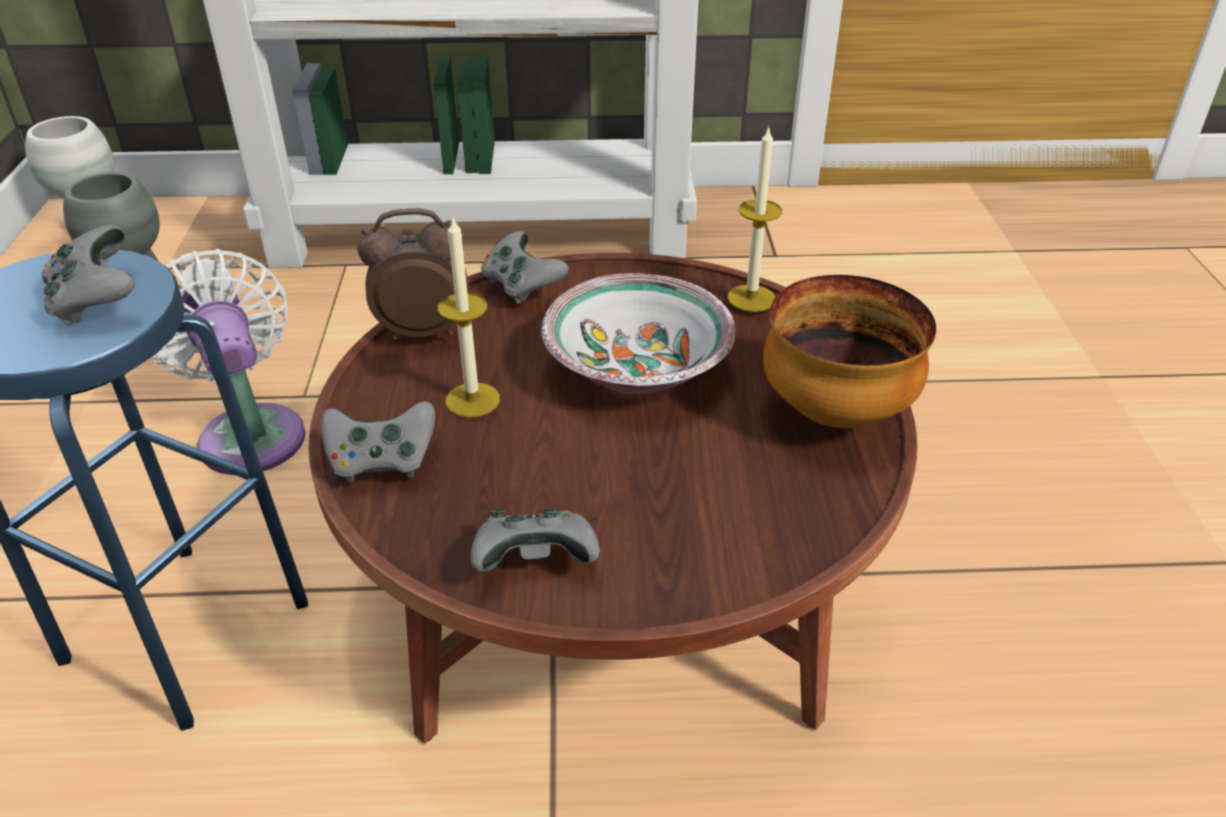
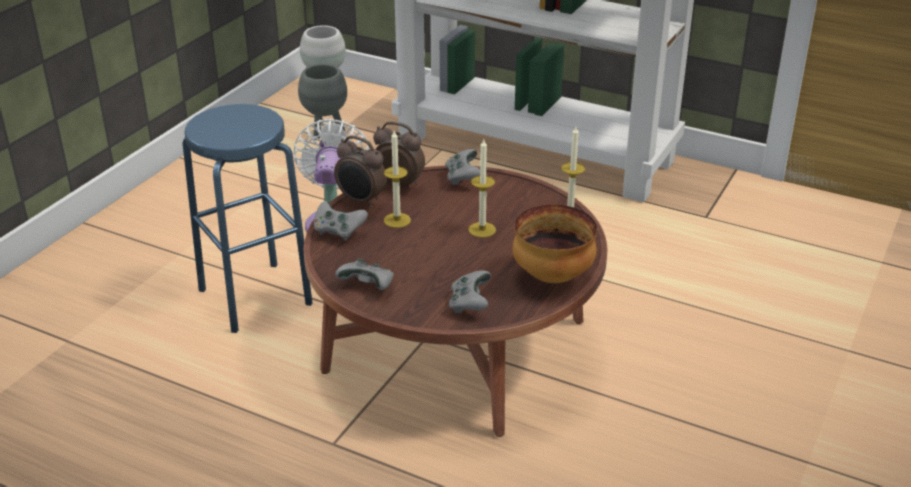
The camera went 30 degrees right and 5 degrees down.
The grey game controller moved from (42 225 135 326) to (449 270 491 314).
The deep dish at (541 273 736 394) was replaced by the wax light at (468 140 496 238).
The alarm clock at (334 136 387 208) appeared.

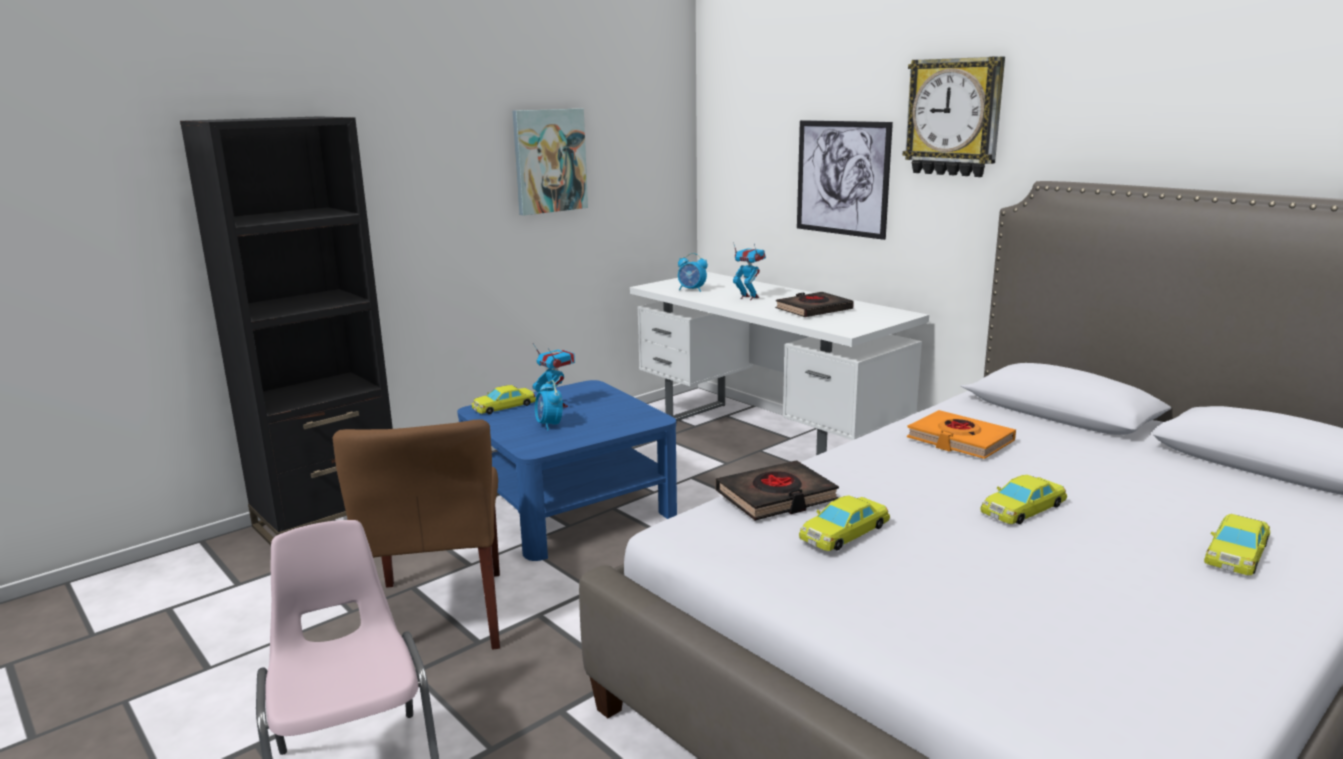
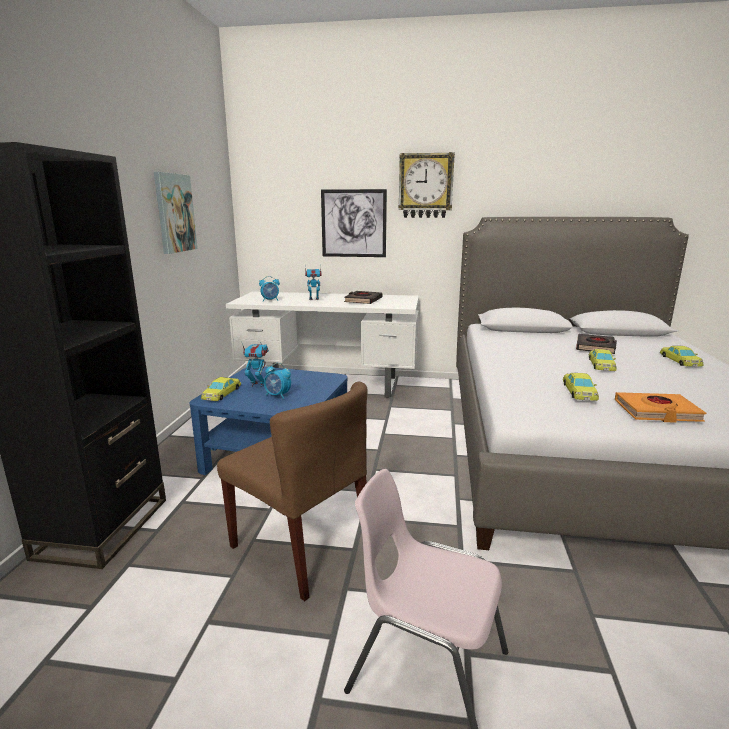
The camera went 40 degrees left and 0 degrees up.
The blackish bound book moved from (716 460 839 521) to (576 334 617 354).
The orangey bound book moved from (907 410 1016 459) to (615 392 706 423).

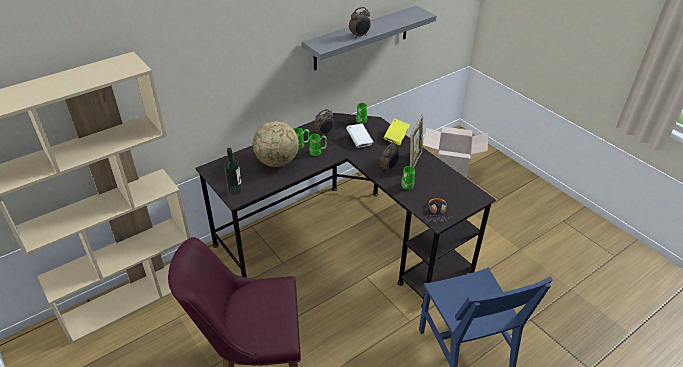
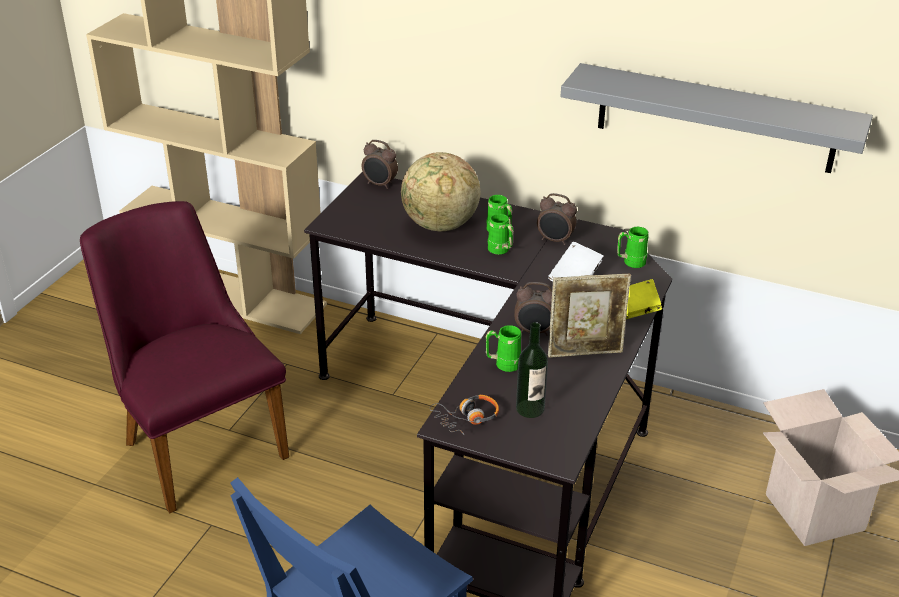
The camera went 60 degrees right and 5 degrees down.
The bottle moved from (224 148 242 195) to (516 322 548 418).
The alarm clock moved from (349 7 371 39) to (362 140 398 189).

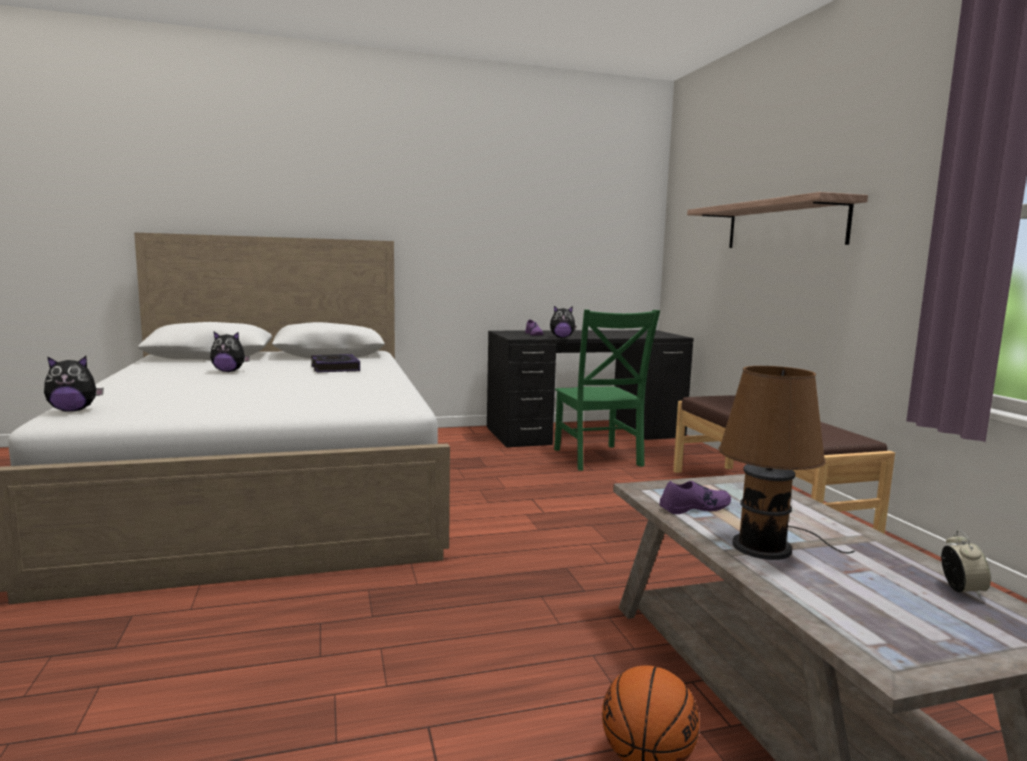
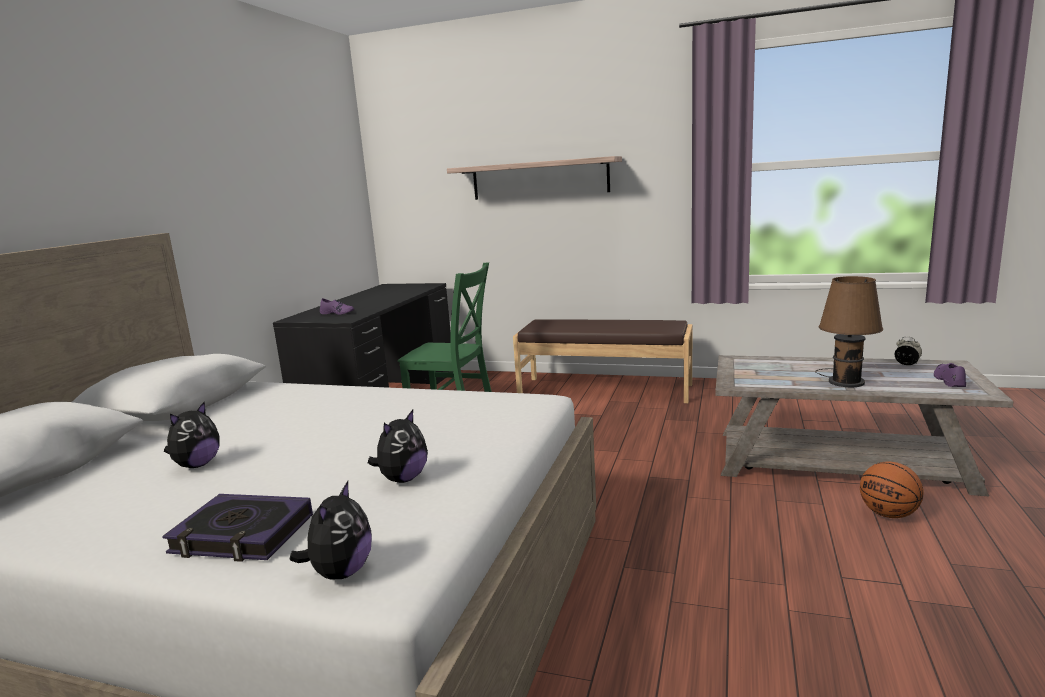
The camera went 55 degrees left and 5 degrees up.
The bound book moved from (311 354 360 373) to (162 494 313 562).
The cuddly toy moved from (550 306 576 338) to (368 410 428 483).
The purple-coloured shoe moved from (660 481 731 514) to (934 363 966 387).

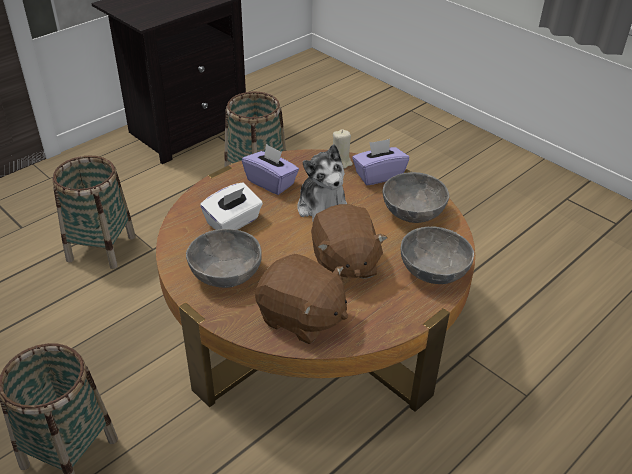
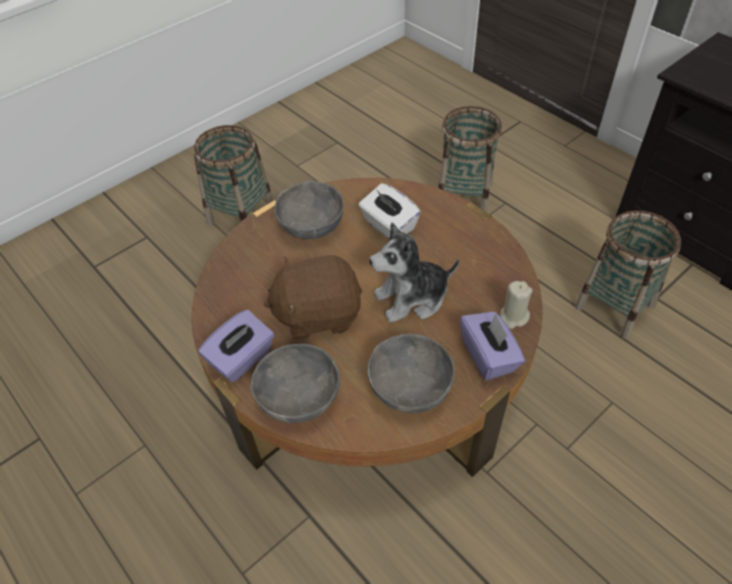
The camera went 95 degrees right and 10 degrees up.
The purple-coloured tissue box moved from (242 144 299 195) to (198 309 274 382).
The brownish cuddly toy at (255 254 348 344) disappeared.

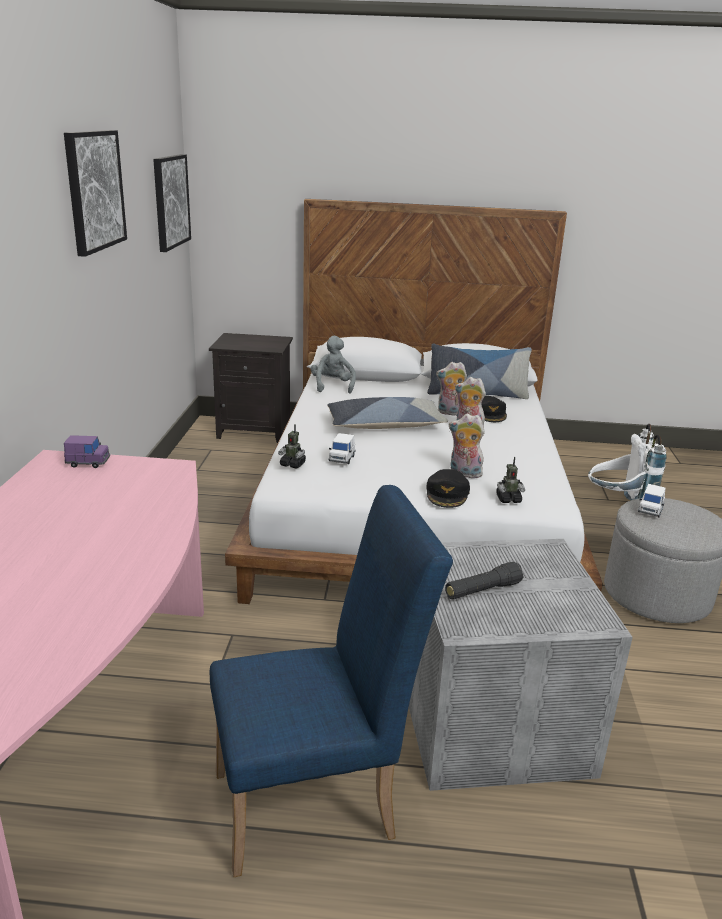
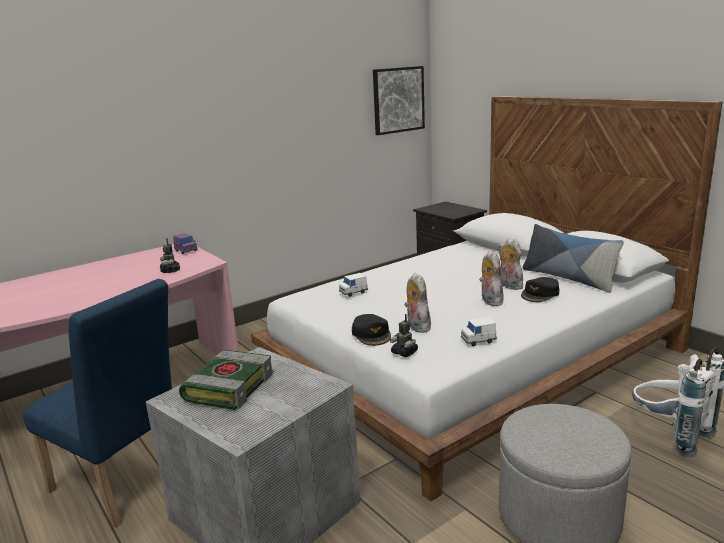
The camera went 50 degrees right and 5 degrees down.
The wall picture at (64 130 127 257) disappeared.
The toy robot moved from (278 424 306 469) to (160 238 180 273).
The grey cuddly toy at (311 336 356 394) disappeared.
The throw pillow at (327 397 448 429) disappeared.
The blackish cap at (426 469 470 508) turned 75 degrees counterclockwise.
The blackish flashlight at (445 562 524 599) was replaced by the bound book at (179 350 273 410).
The white model car moved from (638 484 666 517) to (461 317 497 346).

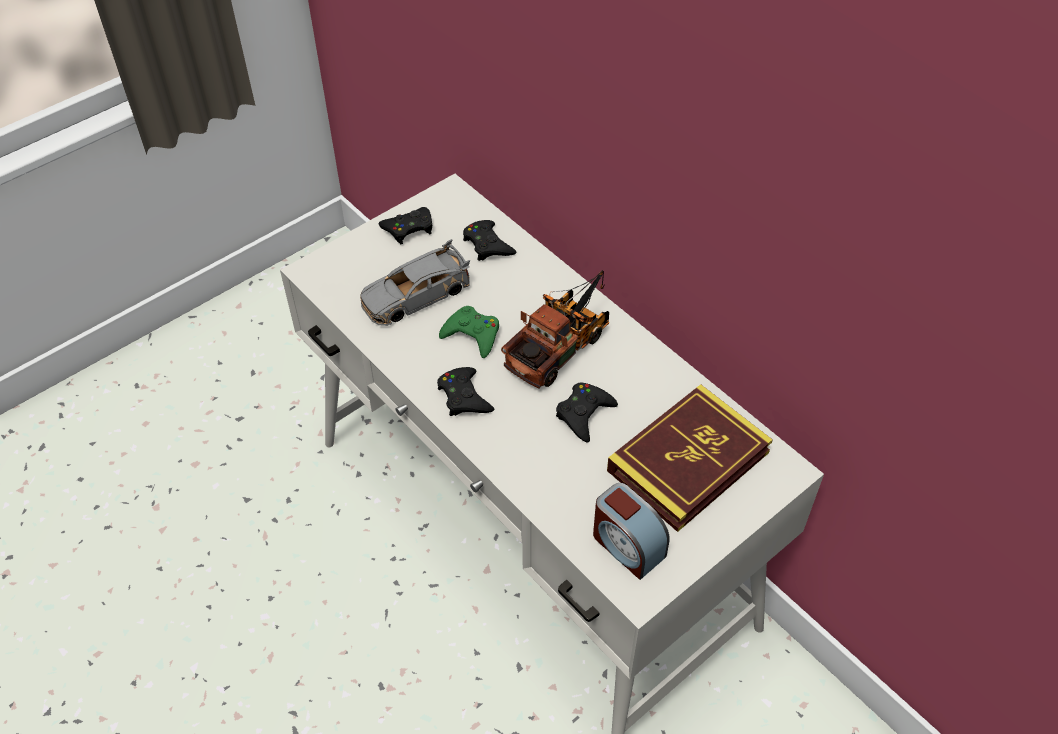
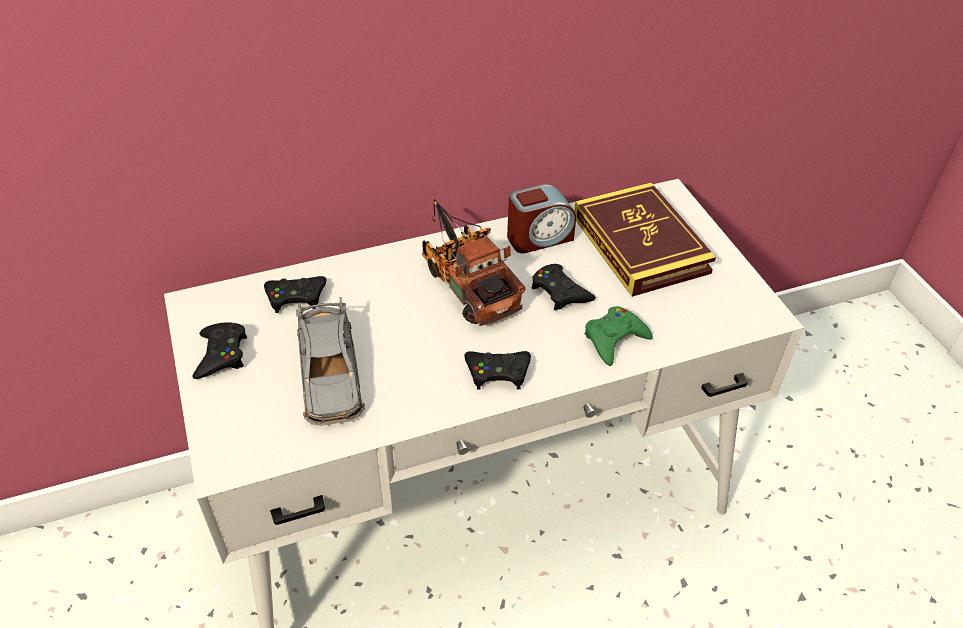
The camera went 70 degrees left and 5 degrees down.
The greenish game controller moved from (439 306 499 358) to (585 306 653 366).
The alarm clock moved from (593 483 670 580) to (507 184 576 254).

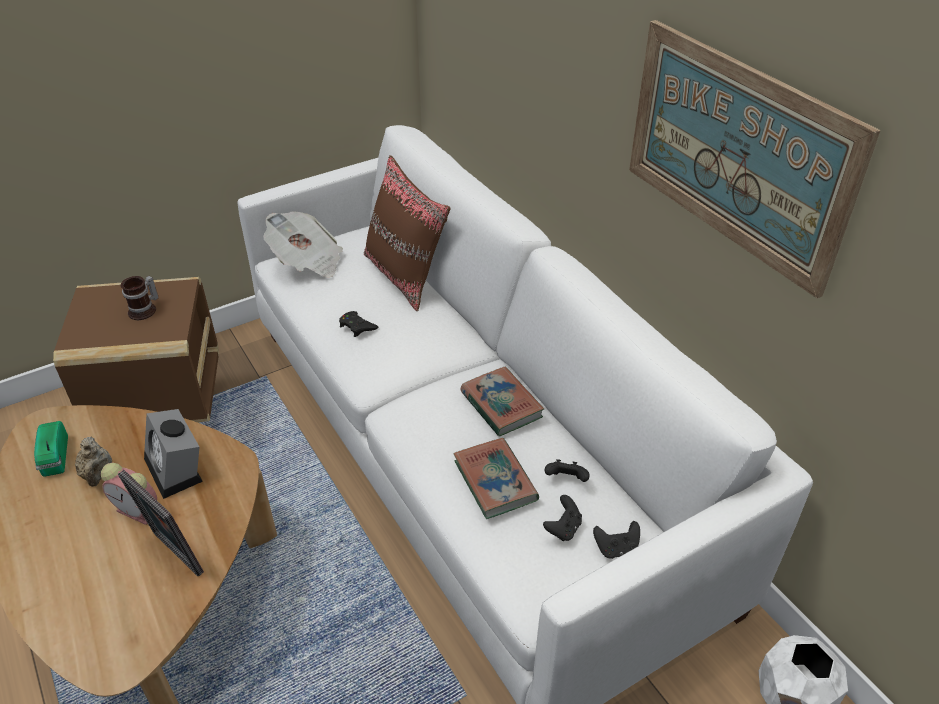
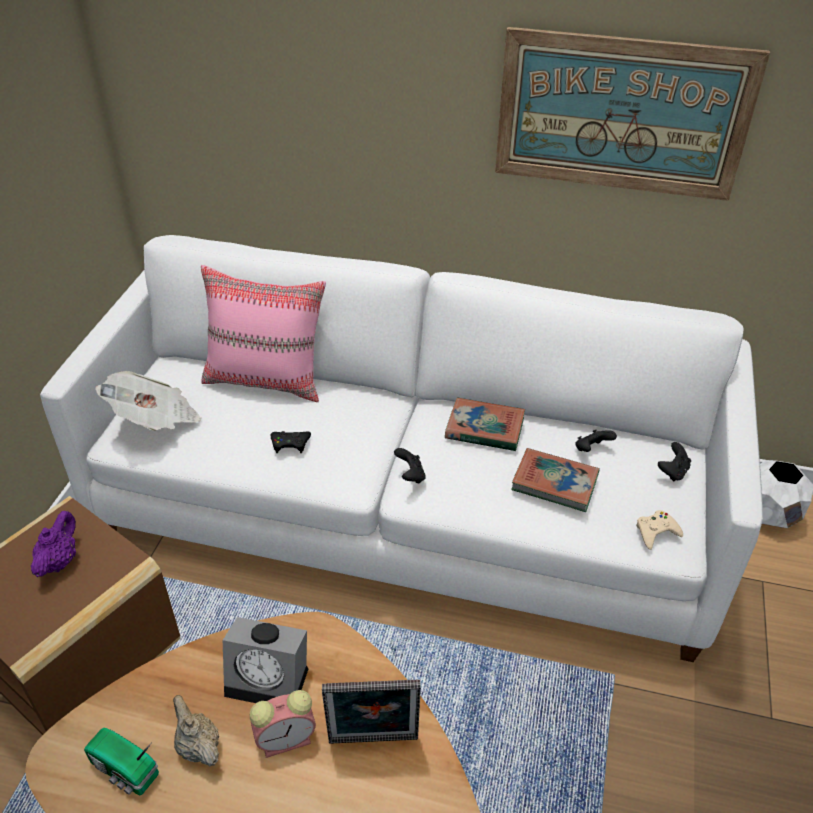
The camera went 45 degrees left and 0 degrees up.
The sand-coloured teapot at (75 437 112 487) turned 150 degrees counterclockwise.
The coffee mug at (121 276 159 320) was replaced by the purple-coloured teapot at (31 511 76 577).
The brownish throw pillow at (364 155 451 311) became the pink throw pillow at (201 265 326 402).
The blackish game controller moved from (543 495 582 541) to (394 448 426 483).
The sand-coloured game controller at (636 510 683 550) appeared.

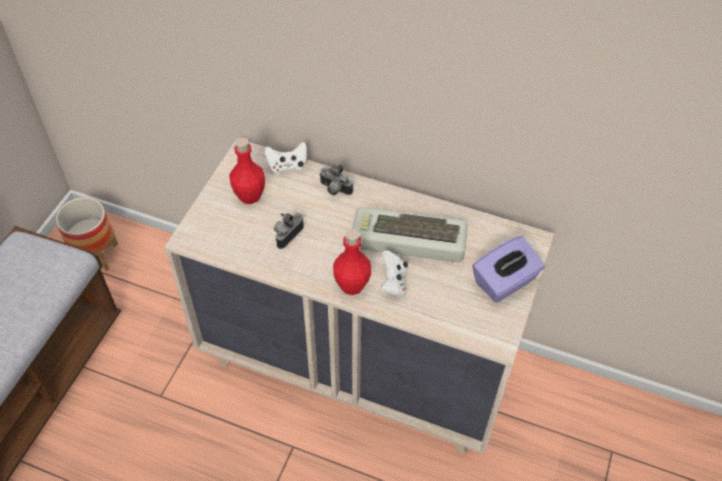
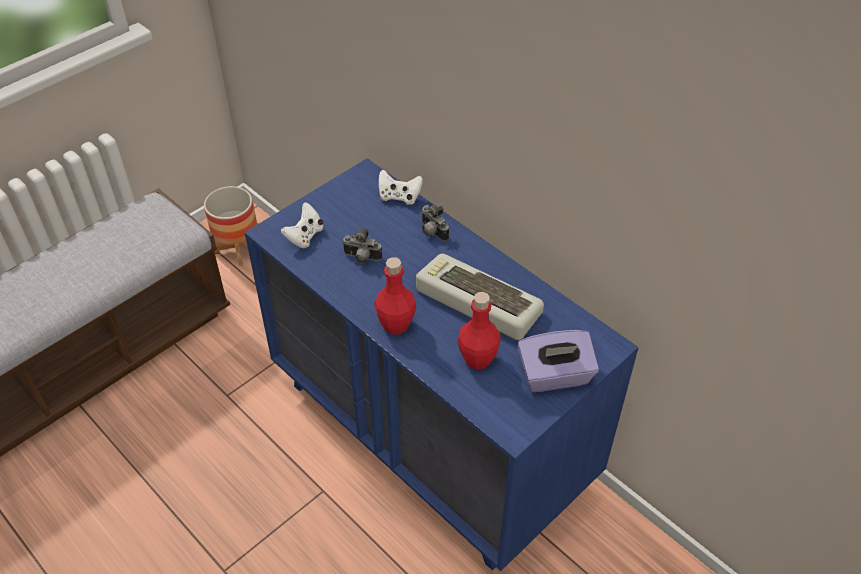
The camera went 25 degrees right and 5 degrees down.
The sand-coloured chest of drawers at (164 139 554 455) became the blue chest of drawers at (244 158 639 571).
The reddish bottle moved from (229 137 265 204) to (457 292 501 369).
The still camera at (274 213 304 249) turned 135 degrees counterclockwise.
The white game controller moved from (381 250 408 296) to (281 202 323 248).

